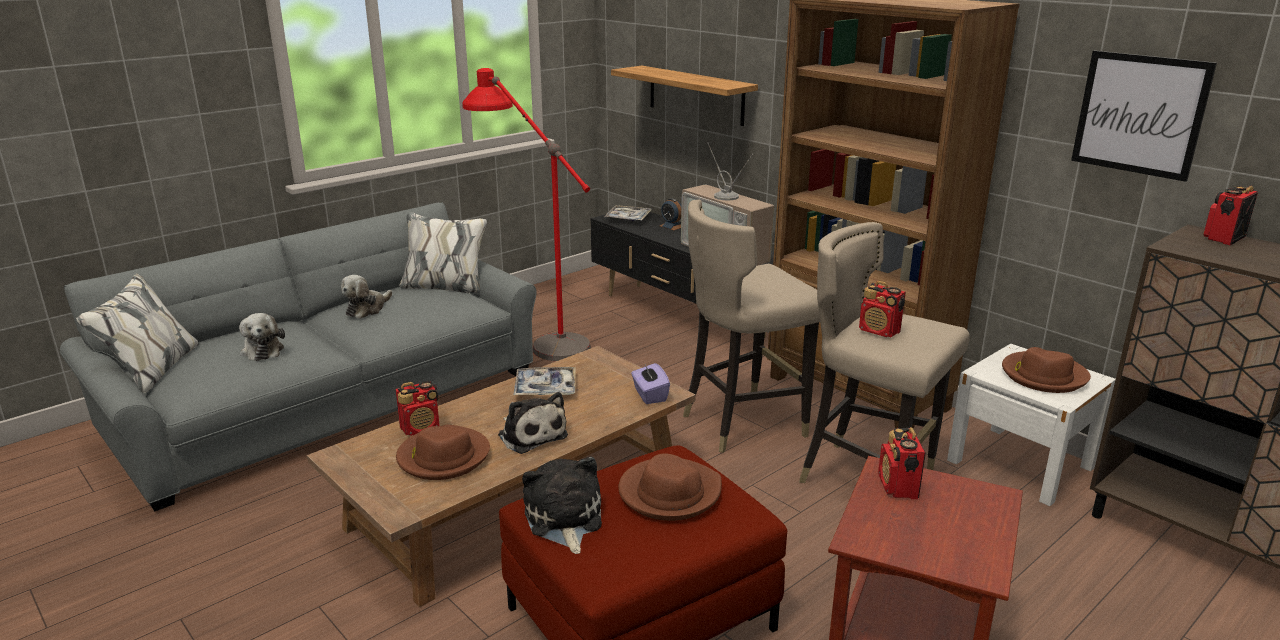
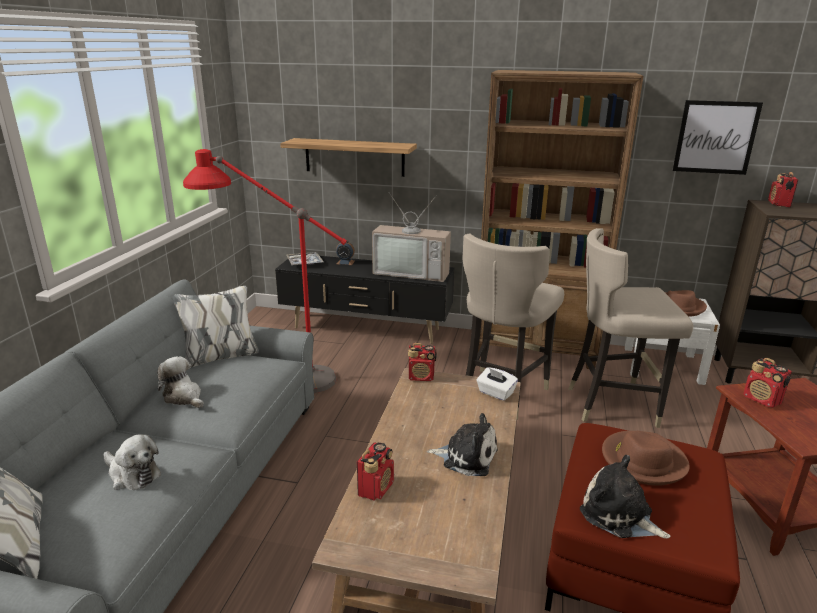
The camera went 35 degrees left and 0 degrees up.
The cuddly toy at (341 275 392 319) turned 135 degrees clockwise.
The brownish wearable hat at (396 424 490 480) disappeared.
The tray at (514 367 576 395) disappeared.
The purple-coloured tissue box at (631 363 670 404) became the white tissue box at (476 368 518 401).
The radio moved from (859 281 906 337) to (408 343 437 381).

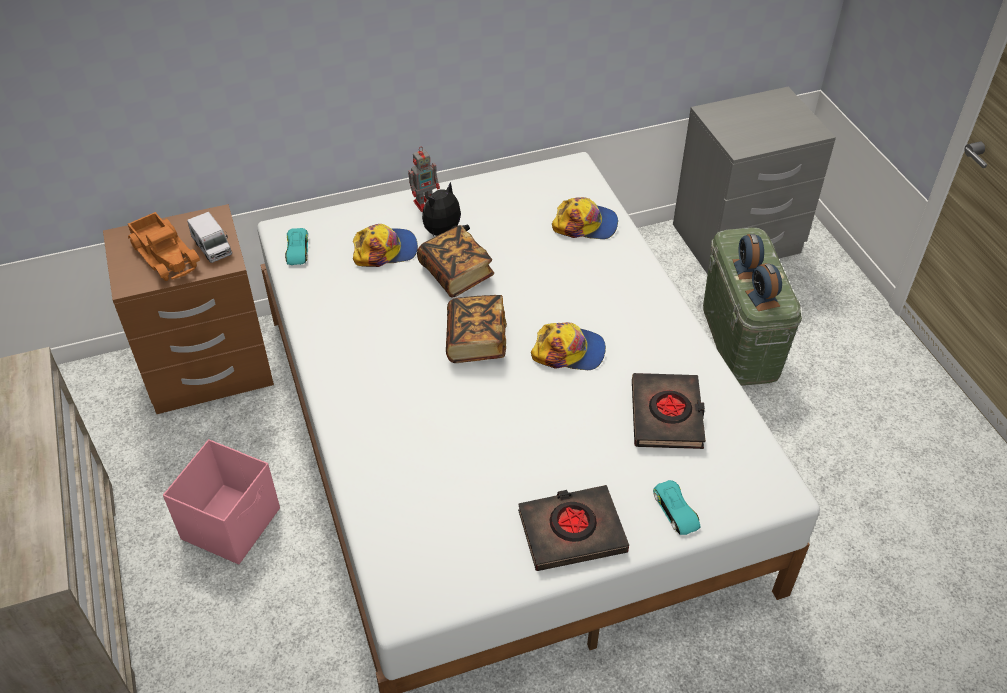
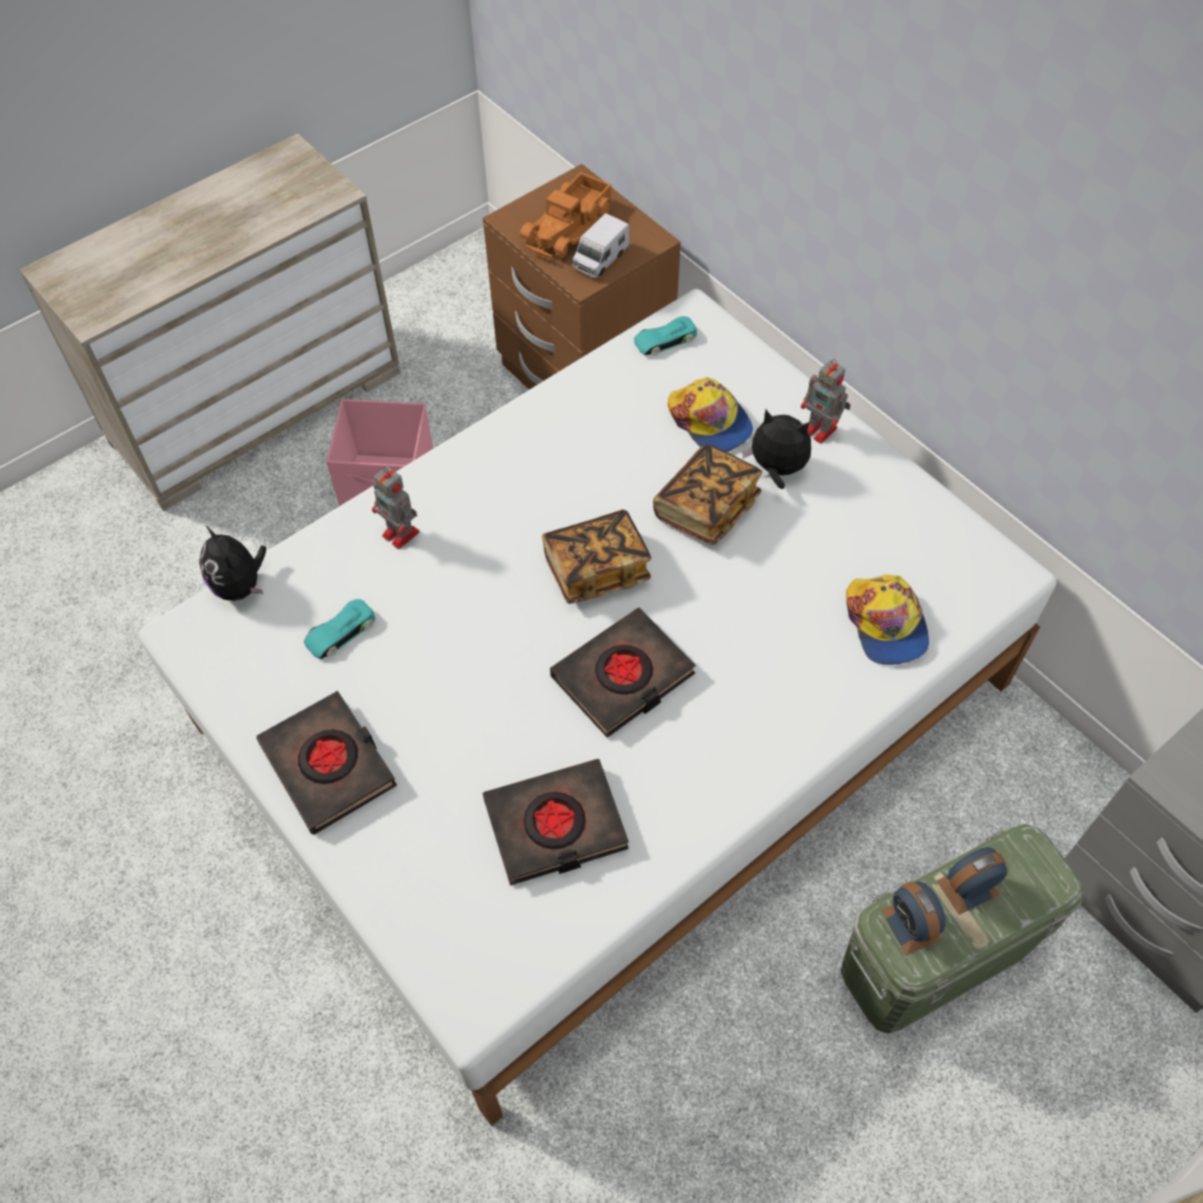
The camera went 70 degrees right and 10 degrees up.
The cap at (531 322 606 370) was replaced by the blackish bound book at (550 608 696 738).
The turquoise-coloured model car moved from (653 480 701 535) to (304 599 375 659).
The alarm clock at (745 263 782 311) turned 75 degrees counterclockwise.
The cuddly toy at (199 525 266 601) appeared.
The toy robot at (372 466 420 549) appeared.

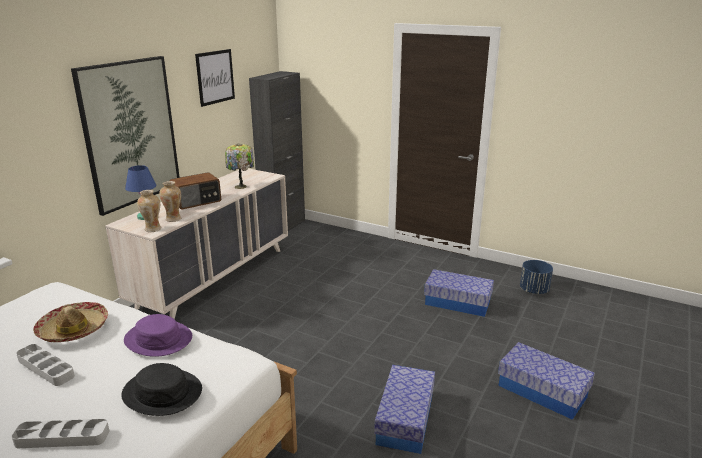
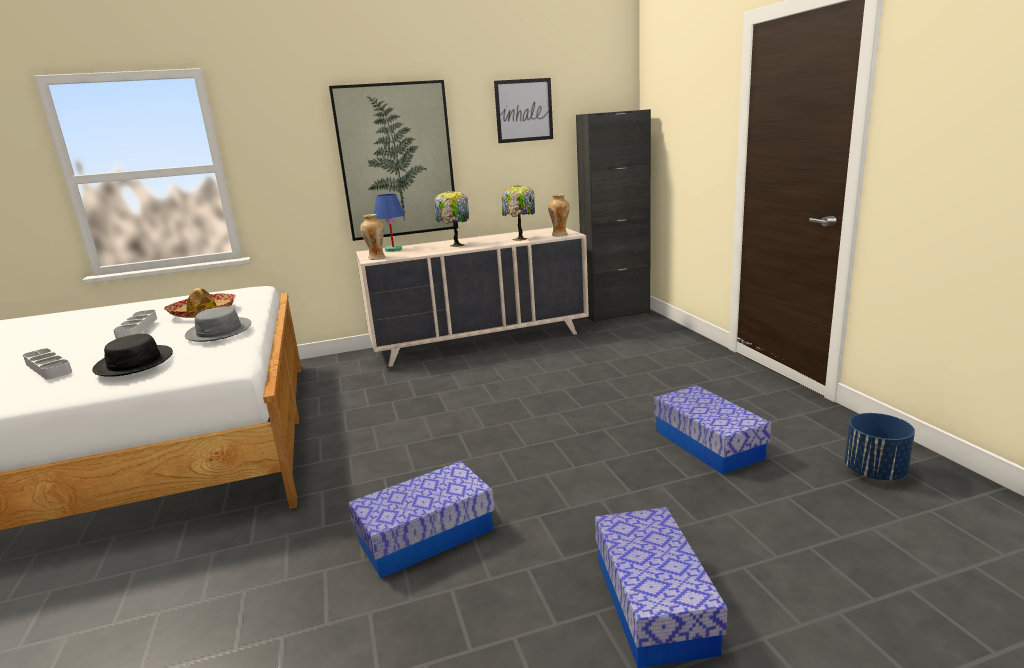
The camera went 45 degrees right and 5 degrees down.
The purple-coloured wearable hat at (124 314 192 357) became the grey wearable hat at (185 306 251 342).
The decorative vase moved from (159 181 181 222) to (548 194 570 236).
The radio at (169 173 221 209) was replaced by the tabletop lamp at (435 190 469 247).

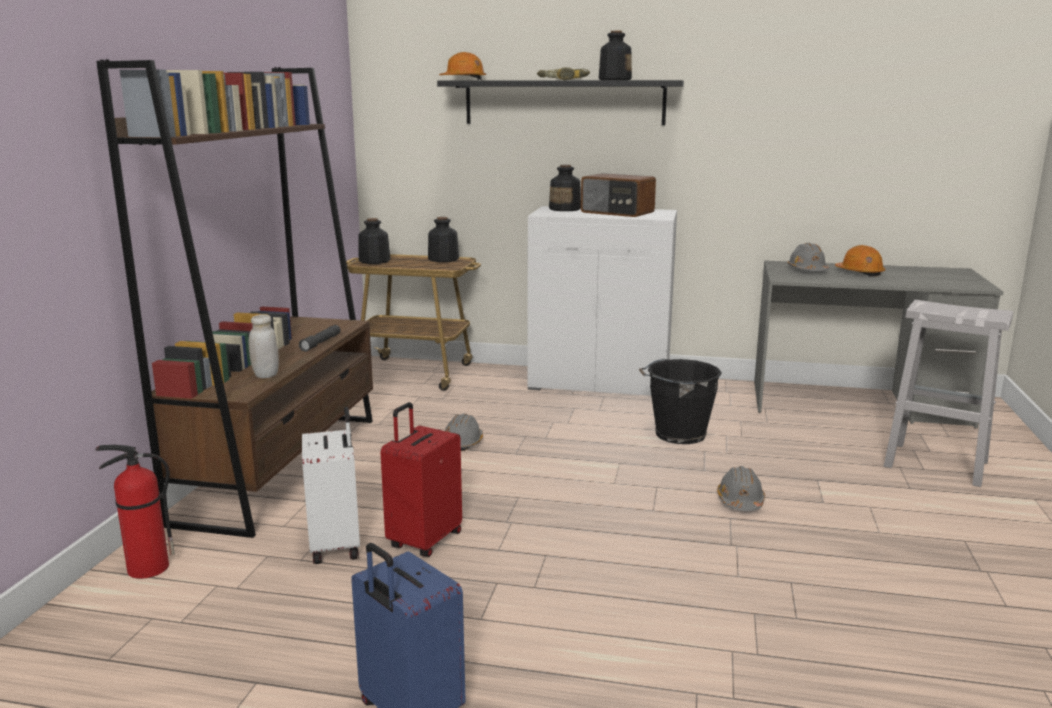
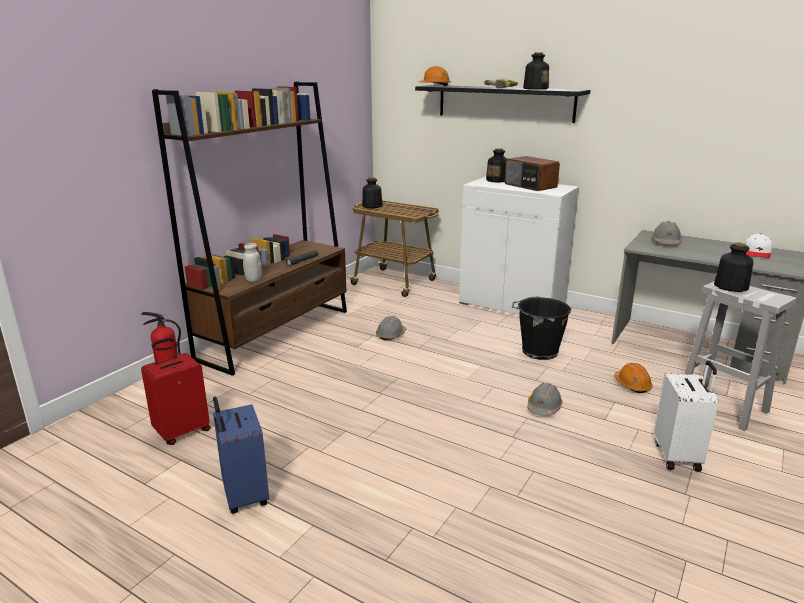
The camera went 20 degrees right and 5 degrees up.
The white piece of luggage moved from (302 407 360 564) to (654 361 719 472).
The reddish piece of luggage moved from (380 402 462 557) to (141 337 210 445).
The bottle moved from (428 217 459 262) to (714 243 753 292).
The orangey safety helmet moved from (835 245 885 277) to (614 363 652 393).
The white cap at (745 233 773 259) appeared.

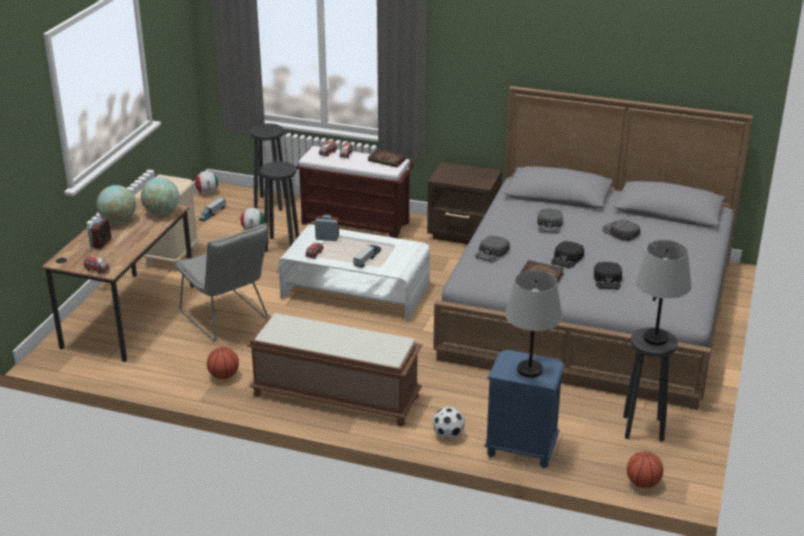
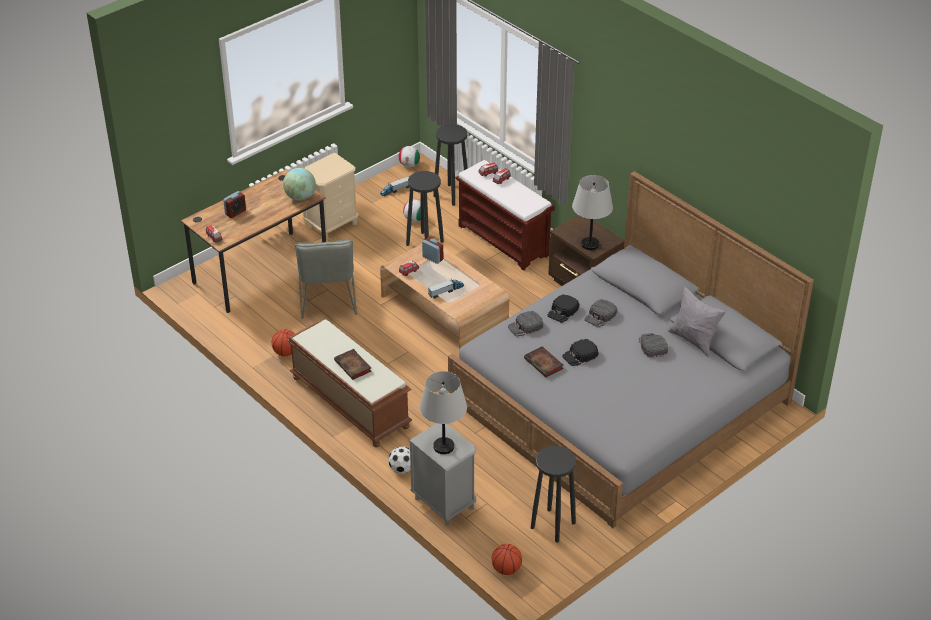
The camera went 30 degrees right and 10 degrees up.
The globe at (97 185 136 224) disappeared.
The white low table at (278 225 430 322) became the brownish low table at (380 244 509 349).
The bound book moved from (368 149 406 167) to (334 349 372 380).
The blue bedside table at (484 350 565 468) became the grey bedside table at (409 423 476 526).
The blackish cap moved from (594 262 622 290) to (547 294 579 323).
The grey tabletop lamp moved from (635 240 691 346) to (572 175 613 250).
The grey throw pillow at (668 286 726 357) appeared.

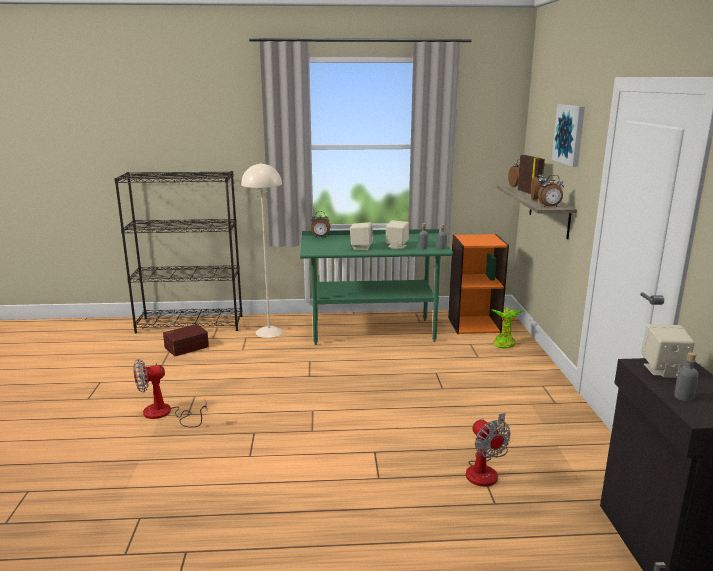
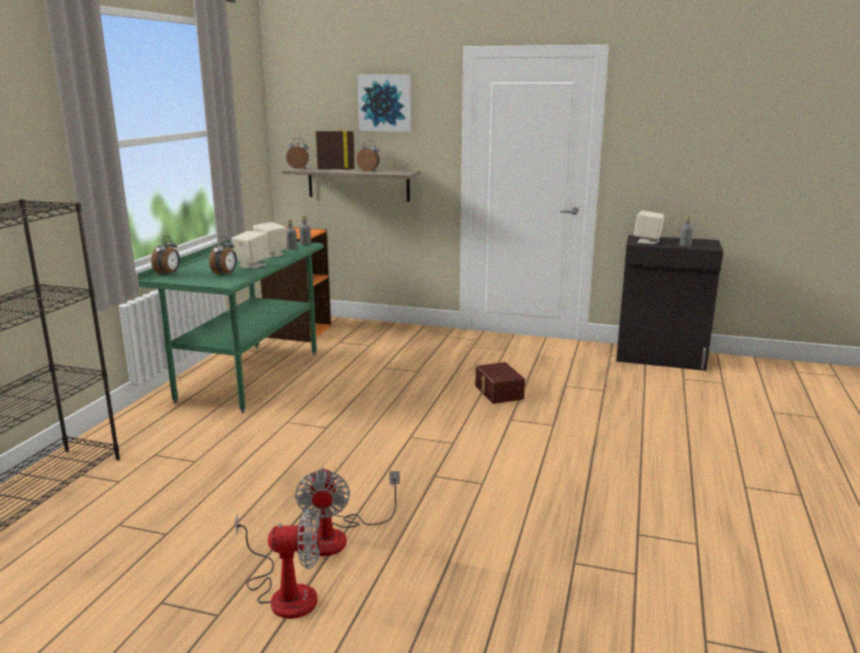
The camera went 70 degrees left and 0 degrees up.
The brownish storage box moved from (163 324 209 356) to (475 362 525 404).
The sand-coloured standard lamp at (241 163 283 338) disappeared.
The electric fan moved from (466 413 511 487) to (235 508 321 619).
The houseplant at (492 306 524 348) disappeared.
The alarm clock moved from (538 175 564 207) to (209 236 237 276).

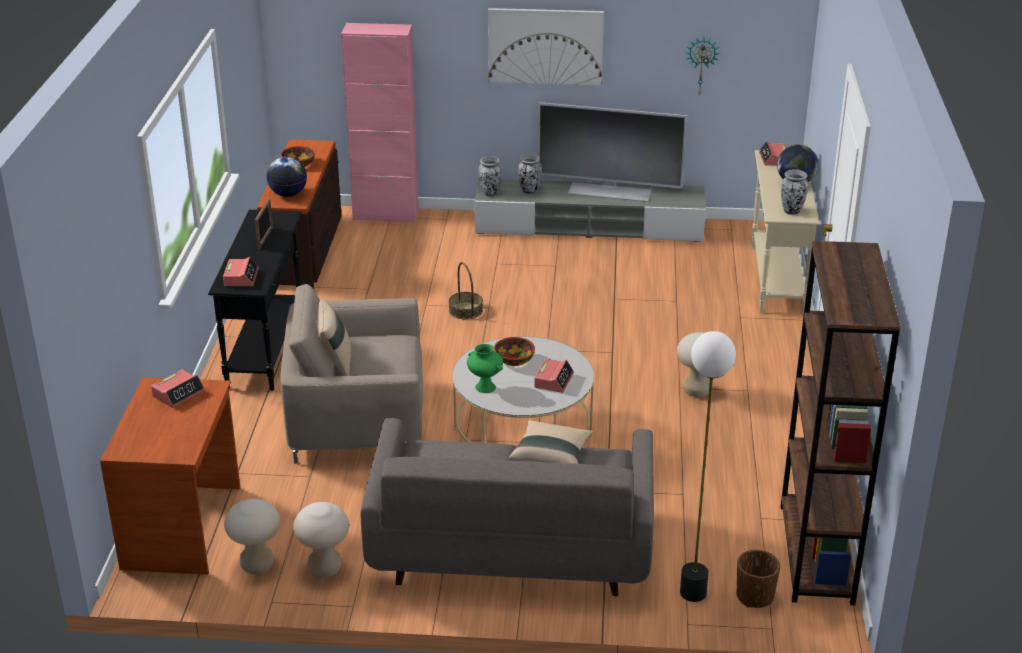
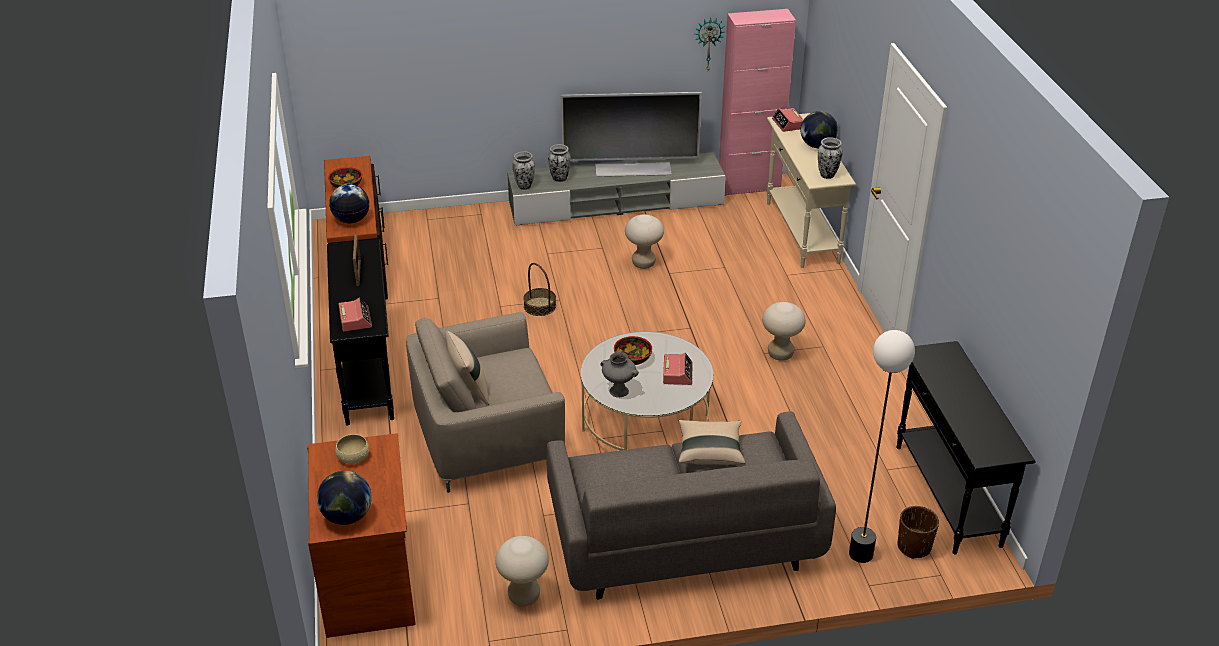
The camera went 15 degrees left and 5 degrees up.
The alarm clock at (151 369 205 408) was replaced by the sand-coloured deep dish at (335 434 369 464).
The sand-coloured stool moved from (224 498 280 574) to (625 214 664 269).
The pink cupboard moved from (341 23 419 223) to (719 9 796 196).
The greenish decorative vase at (467 344 503 393) became the grey decorative vase at (601 352 639 397).
The wall picture at (488 8 604 85) disappeared.
The brownish bookshelf at (781 241 901 605) was replaced by the blackish hall table at (897 341 1035 555).
The globe at (317 471 372 525) appeared.

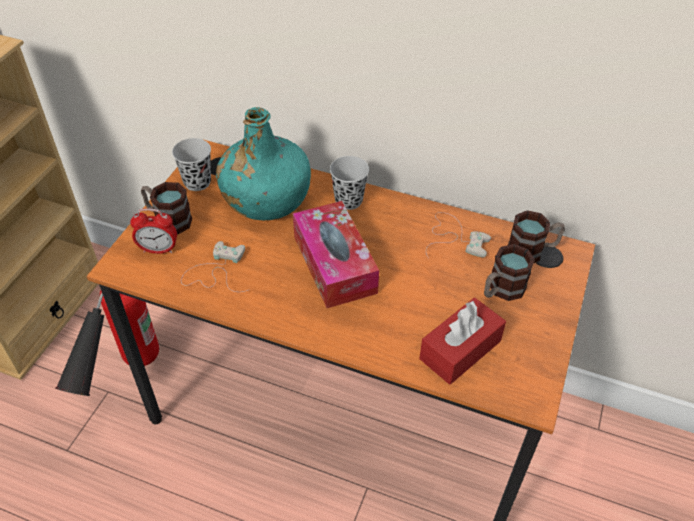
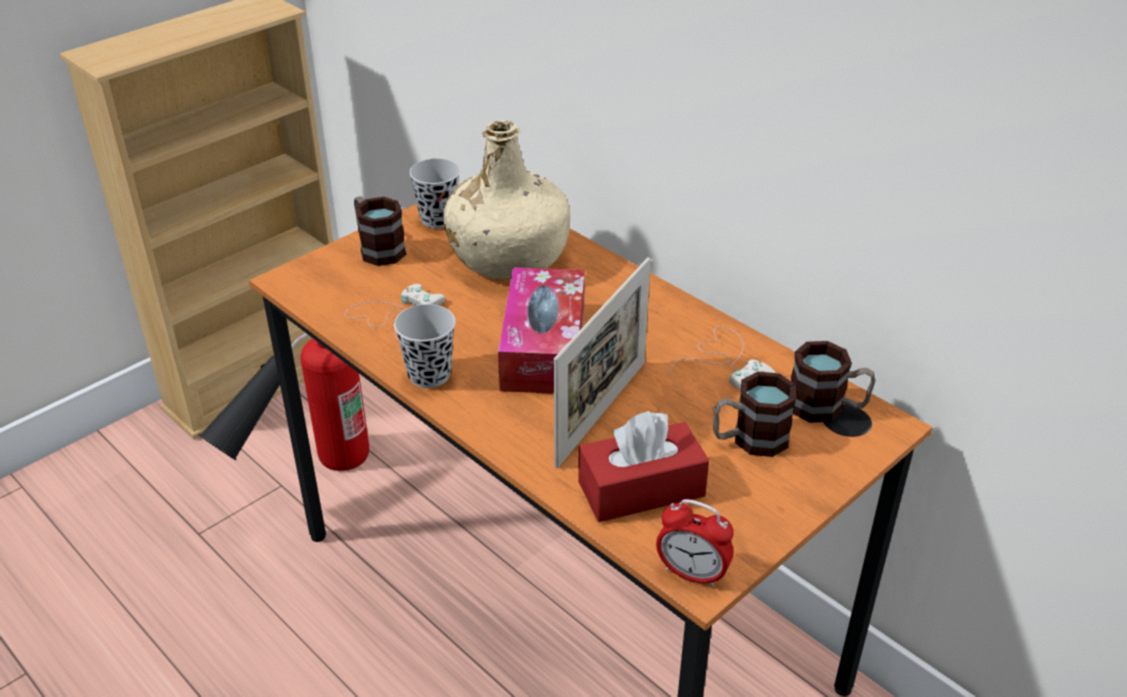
The camera went 25 degrees right and 10 degrees down.
The alarm clock moved from (130 209 177 254) to (656 499 734 587).
The turquoise-coloured bottle at (216 107 311 220) became the sand-coloured bottle at (444 120 570 279).
The blackish drinking cup moved from (330 156 369 210) to (394 304 456 388).
The standing frame at (554 257 651 468) appeared.

